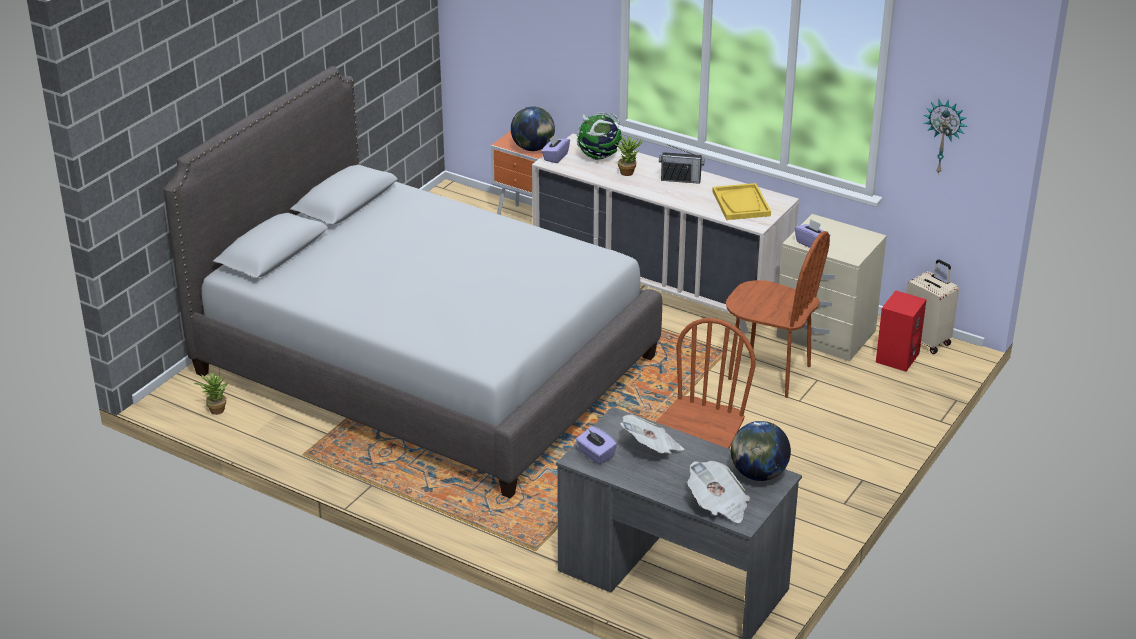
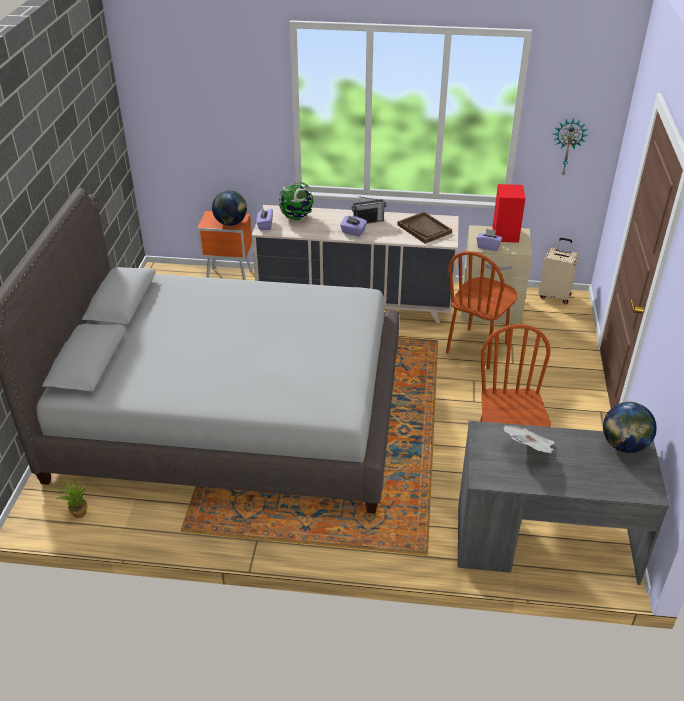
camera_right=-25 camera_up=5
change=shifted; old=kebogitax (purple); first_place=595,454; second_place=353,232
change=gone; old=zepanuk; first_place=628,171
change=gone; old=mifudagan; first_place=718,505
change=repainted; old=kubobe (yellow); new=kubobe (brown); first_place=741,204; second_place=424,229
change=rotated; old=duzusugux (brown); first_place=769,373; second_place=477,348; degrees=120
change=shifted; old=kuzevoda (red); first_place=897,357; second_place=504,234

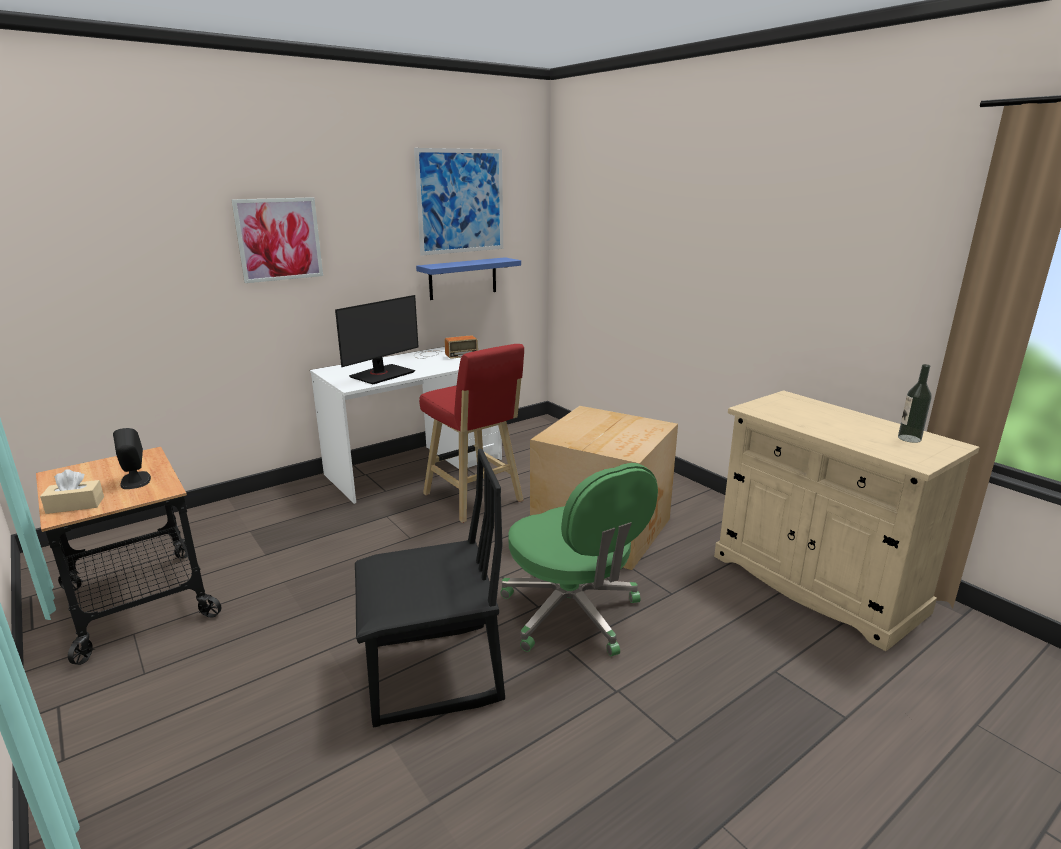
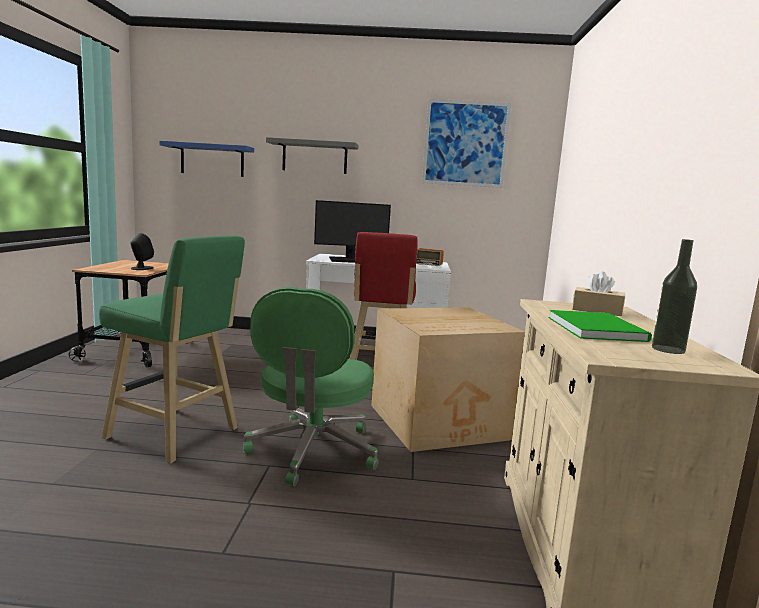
camera_right=40 camera_up=-10
change=shifted; old=kebogitax (beige); first_place=75,505; second_place=597,311
change=swapped; old=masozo; new=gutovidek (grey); first_place=279,239; second_place=314,157
change=swapped; old=duzusugux (black); new=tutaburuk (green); first_place=433,674; second_place=176,435
change=shifted; old=gutovidek (blue); first_place=463,278; second_place=212,160
change=new; new=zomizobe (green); second_place=596,328

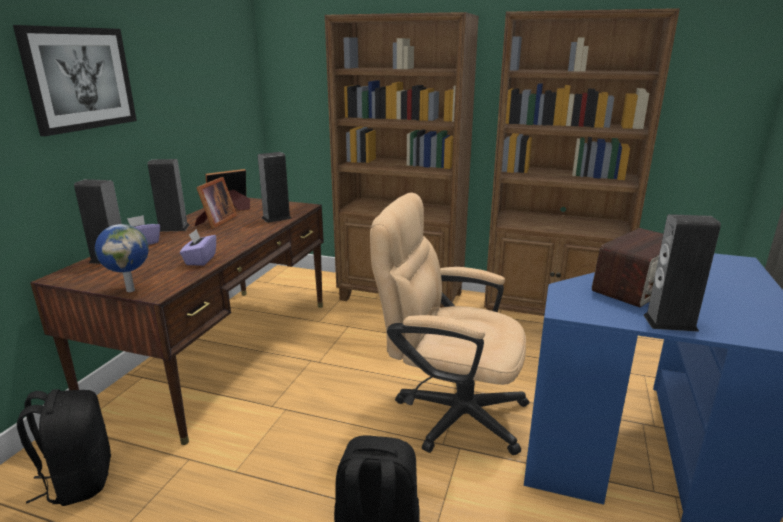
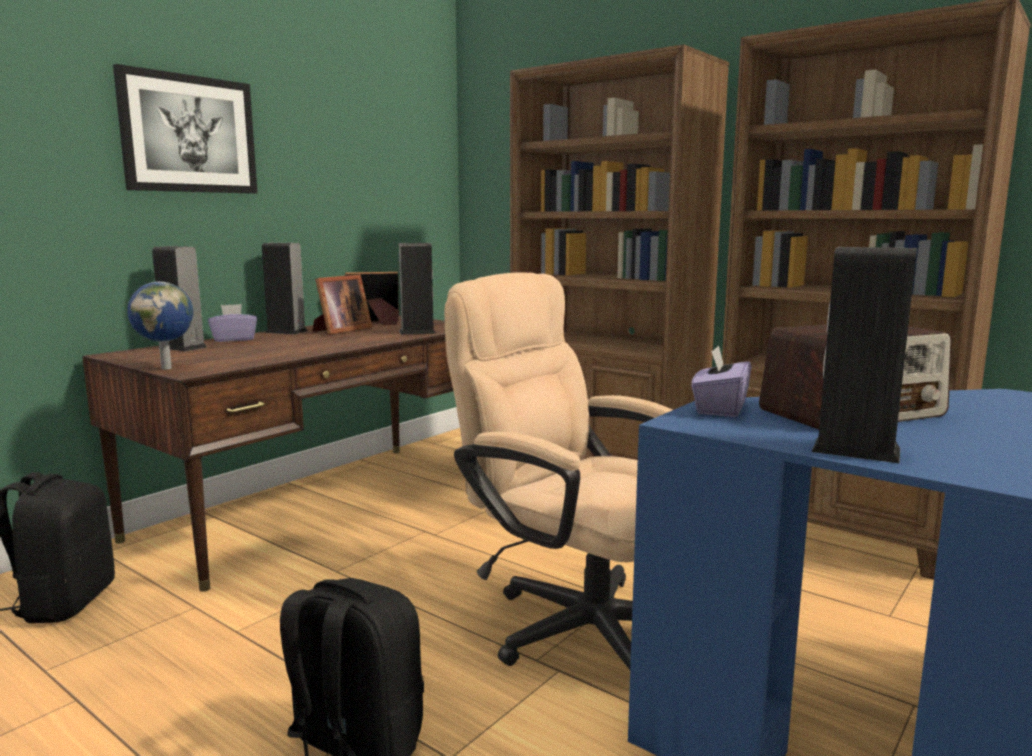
camera_right=20 camera_up=-10
change=shifted; old=kebogitax (purple); first_place=200,260; second_place=719,409

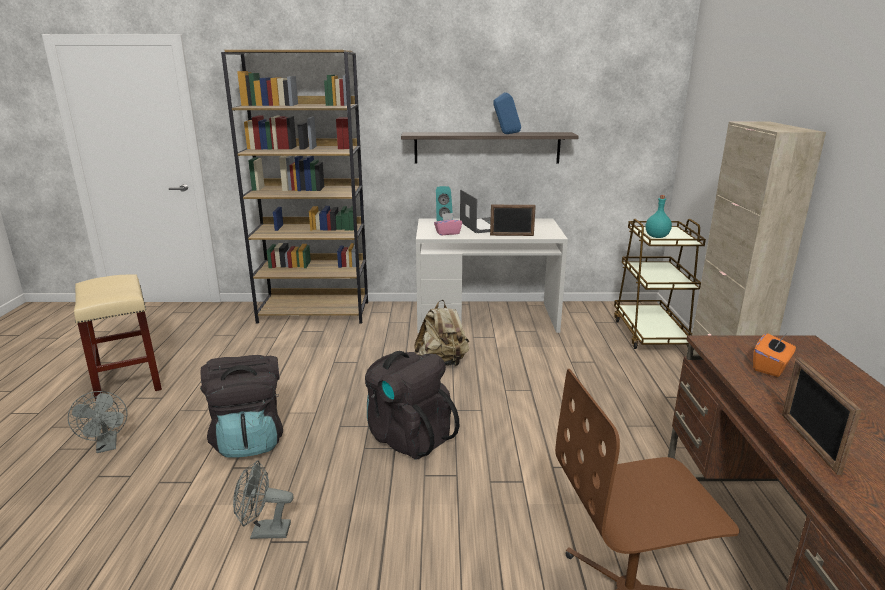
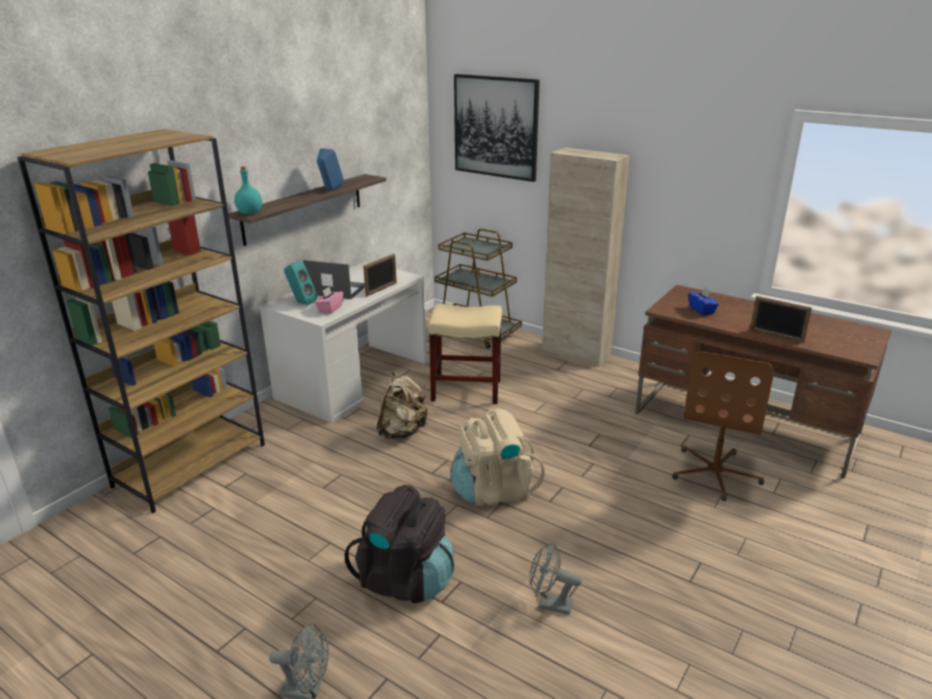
camera_right=-55 camera_up=5
change=shifted; old=tutaburuk (beige); first_place=127,380; second_place=465,391
change=rotated; old=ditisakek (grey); first_place=264,532; second_place=549,604; degrees=75
change=repainted; old=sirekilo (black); new=sirekilo (beige); first_place=408,436; second_place=493,490
change=shifted; old=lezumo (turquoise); first_place=656,236; second_place=249,213
change=repainted; old=kebogitax (orange); new=kebogitax (blue); first_place=771,367; second_place=702,310
change=new; new=masozo; second_place=496,127

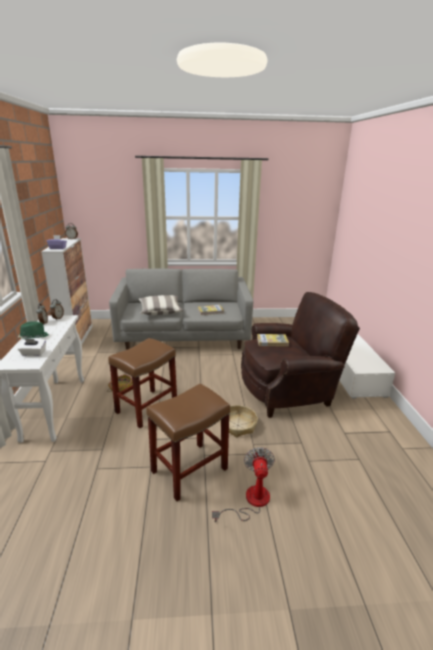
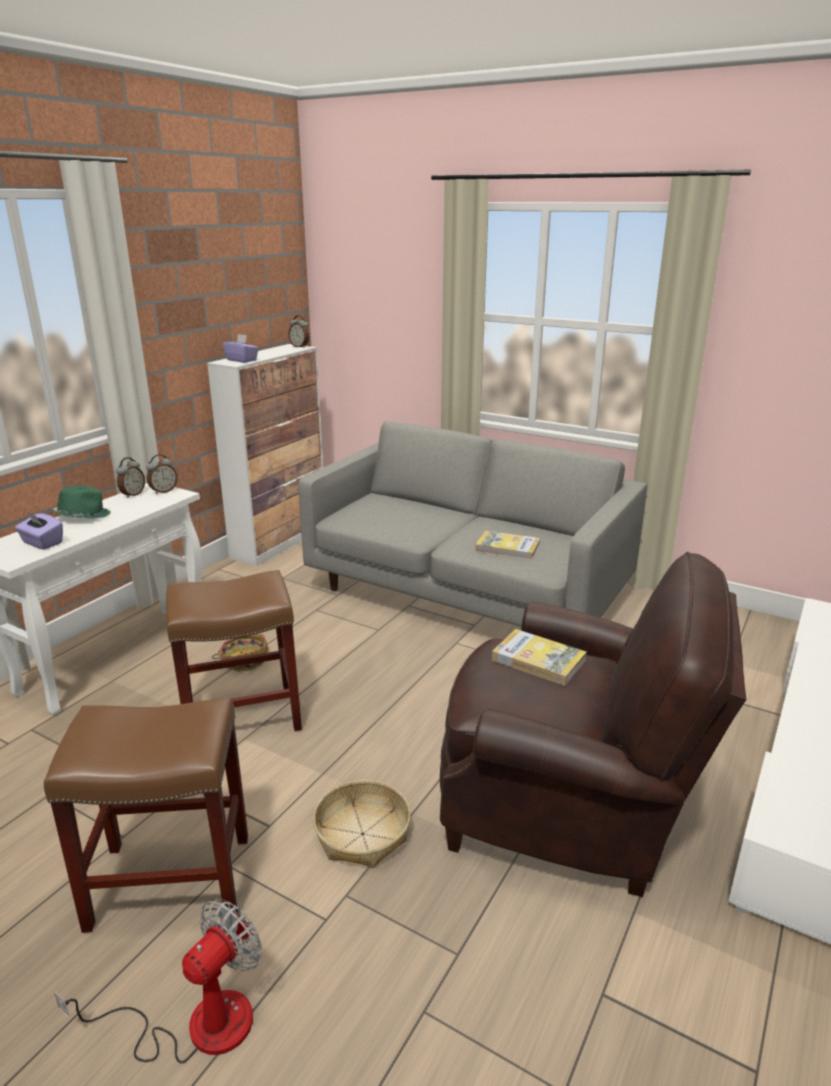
camera_right=35 camera_up=0
change=repainted; old=kebogitax (white); new=kebogitax (purple); first_place=33,353; second_place=42,543
change=gone; old=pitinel; first_place=160,311

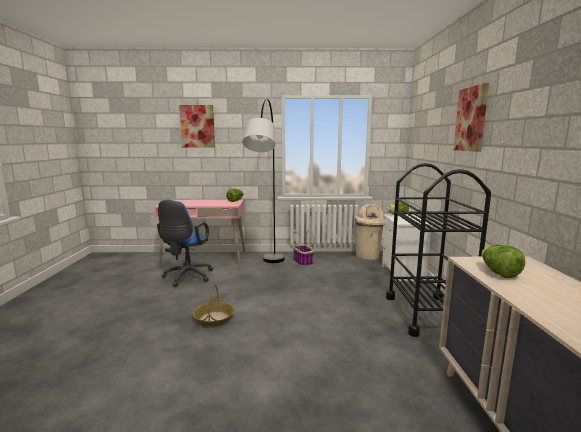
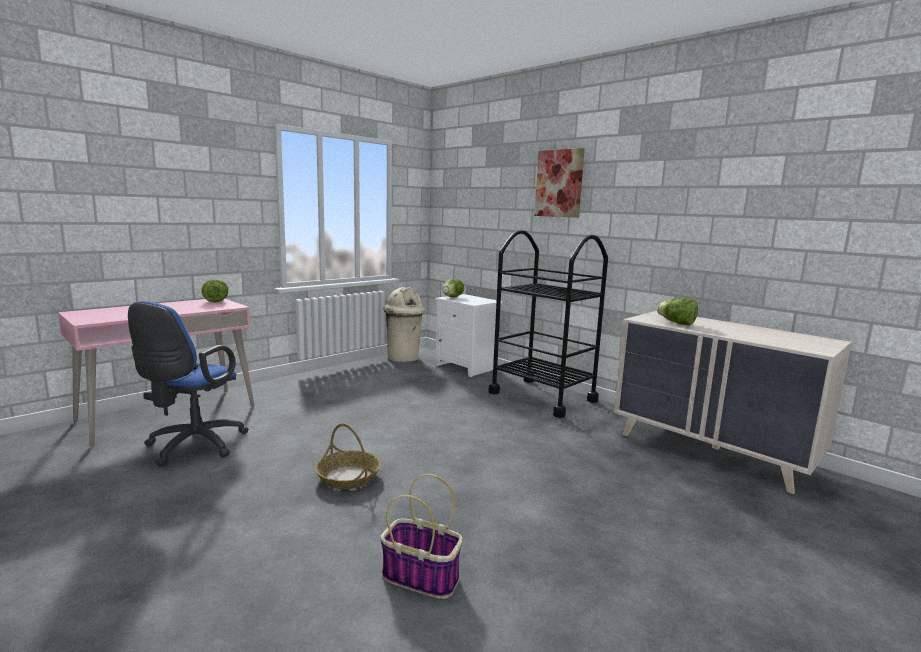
camera_right=-45 camera_up=0
change=rotated; old=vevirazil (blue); first_place=186,277; second_place=192,447; degrees=45
change=gone; old=masozo; first_place=197,126
change=gone; old=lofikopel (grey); first_place=268,275
change=shifted; old=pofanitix; first_place=303,262; second_place=422,577

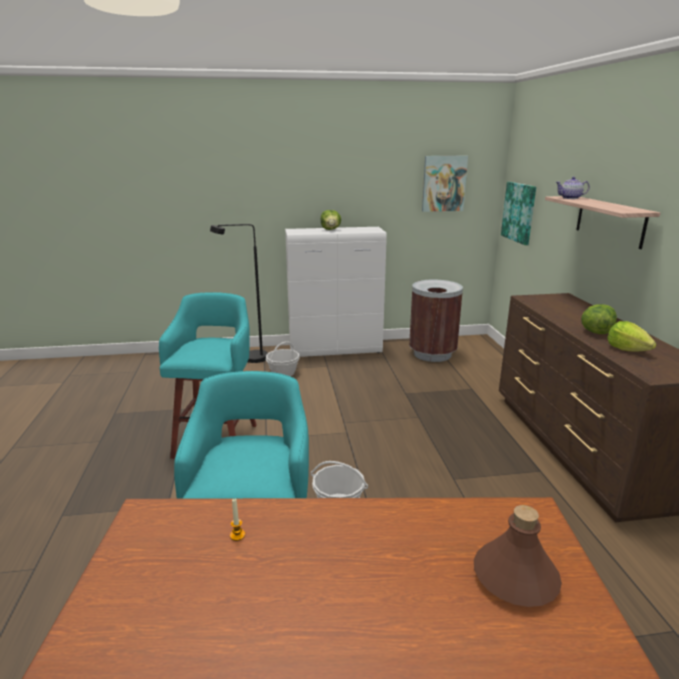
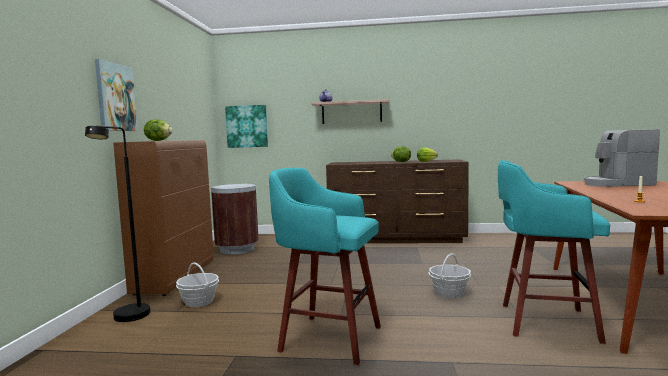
camera_right=-75 camera_up=-15
change=repainted; old=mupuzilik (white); new=mupuzilik (brown); first_place=336,350; second_place=175,277
change=shifted; old=masozo; first_place=444,183; second_place=115,97
change=swapped; old=lezumo (brown); new=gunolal; first_place=515,578; second_place=617,184

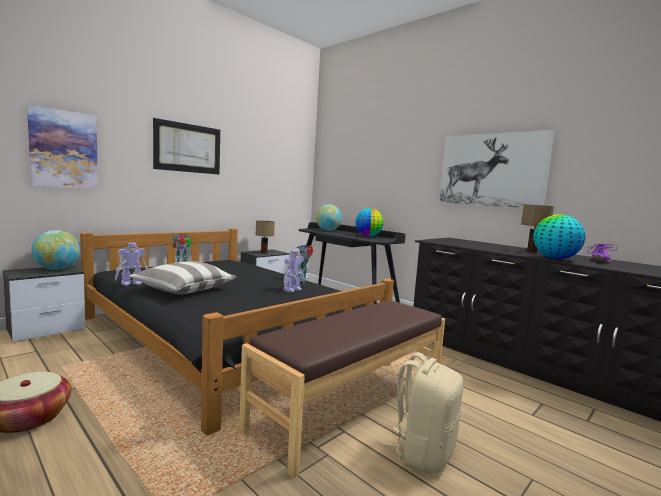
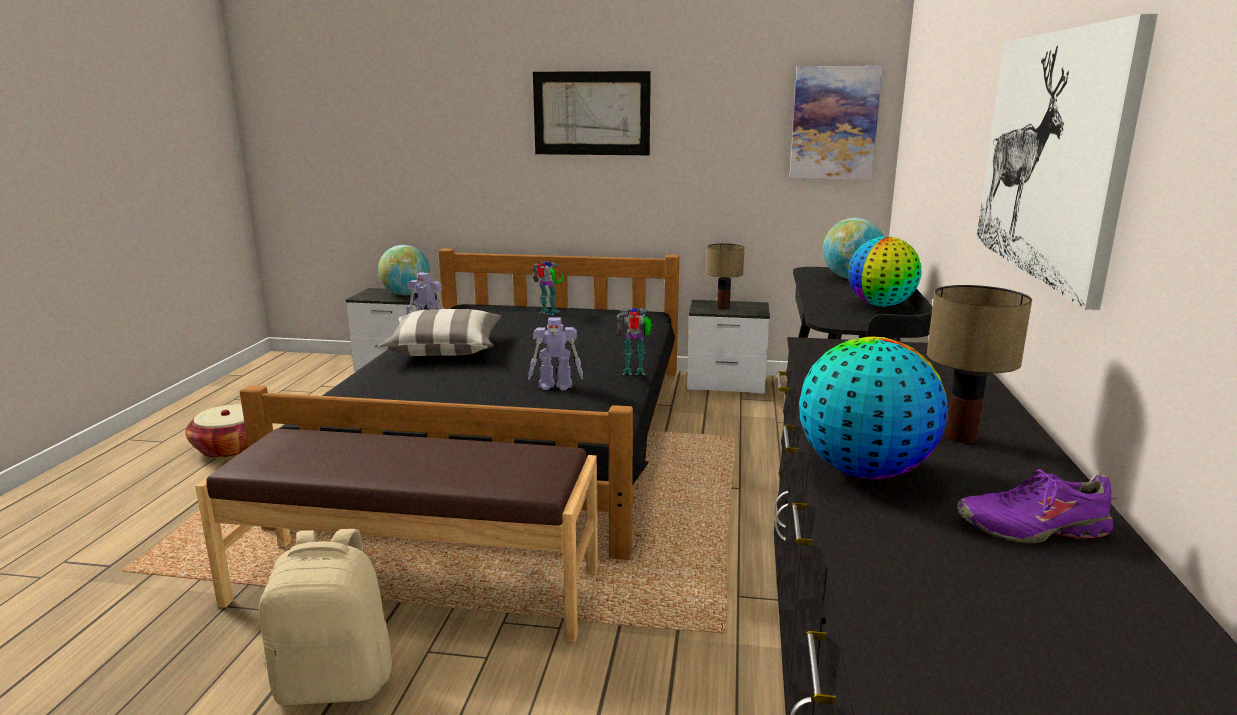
camera_right=55 camera_up=10
change=shifted; old=masozo; first_place=64,149; second_place=834,123

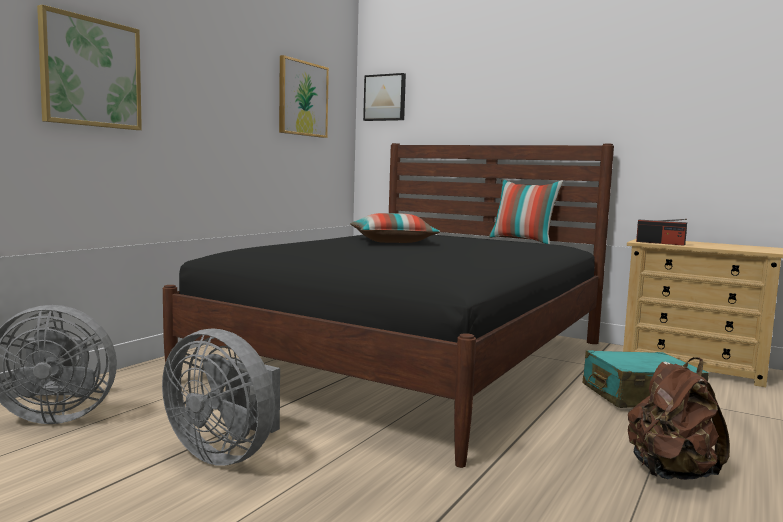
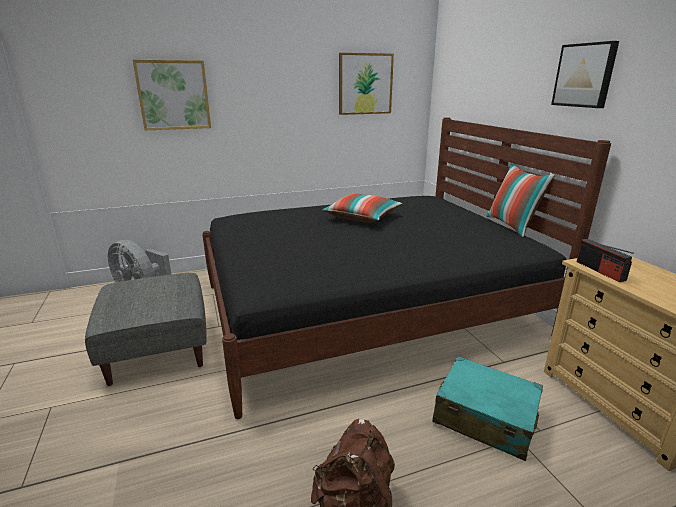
camera_right=40 camera_up=15
change=swapped; old=ditisakek (grey); new=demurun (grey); first_place=226,453; second_place=158,349
change=shifted; old=masozo; first_place=385,97; second_place=585,75

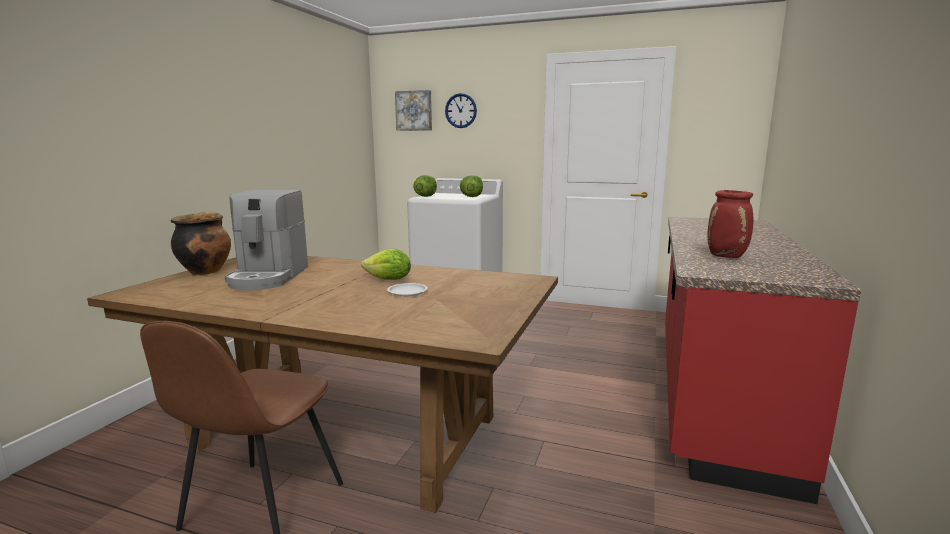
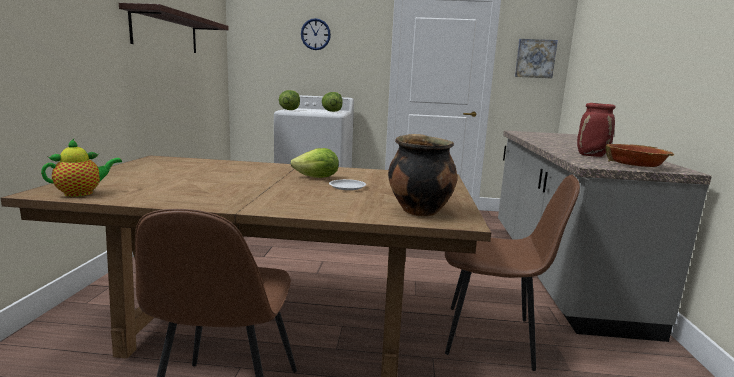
camera_right=-15 camera_up=0
change=shifted; old=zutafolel; first_place=205,271; second_place=418,210
change=gone; old=gunolal; first_place=268,277
change=shifted; old=masozo; first_place=414,111; second_place=535,58
change=repainted; old=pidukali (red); new=pidukali (grey); first_place=714,395; second_place=557,270
change=new; new=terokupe; second_place=82,193
change=new; new=gutovidek; second_place=166,32
change=new; new=duzusugux (brown); second_place=492,337
change=new; new=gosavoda; second_place=635,166

